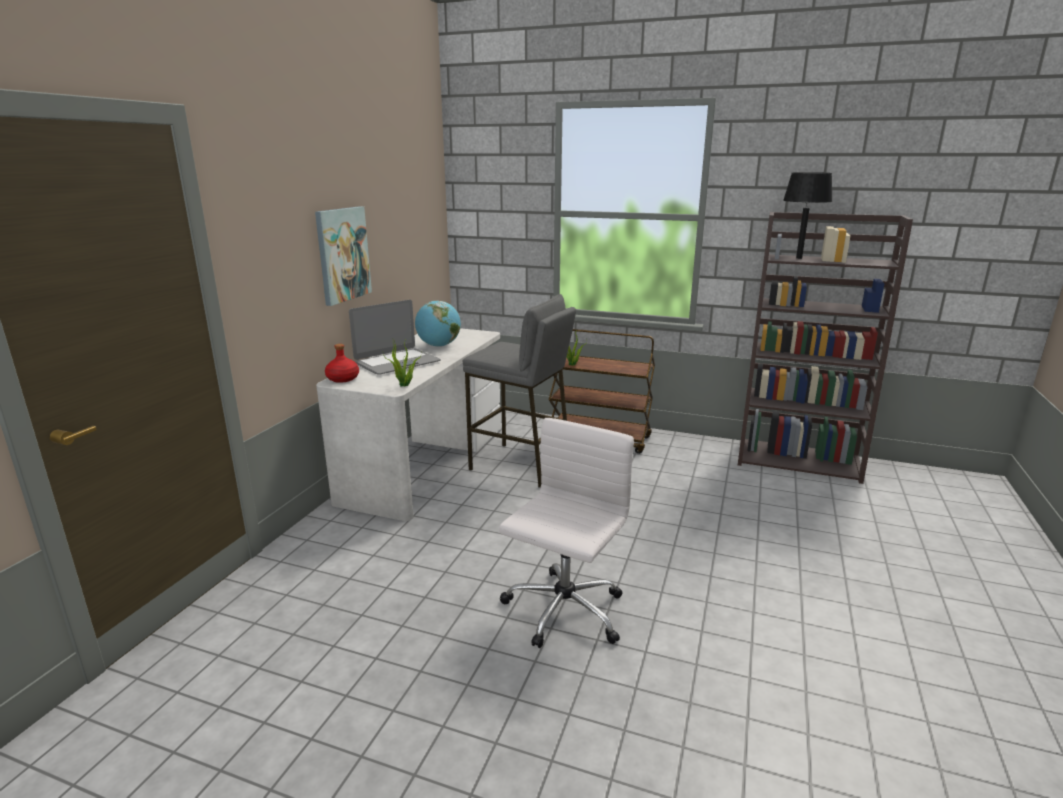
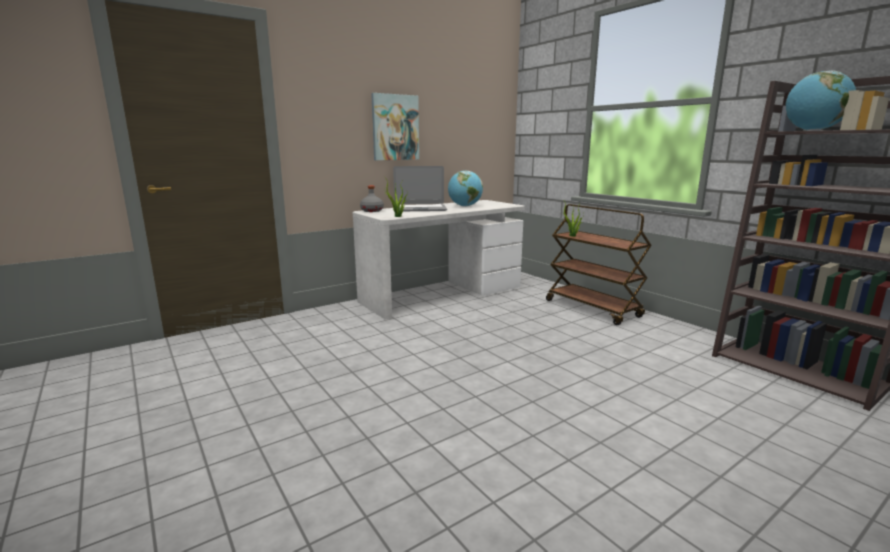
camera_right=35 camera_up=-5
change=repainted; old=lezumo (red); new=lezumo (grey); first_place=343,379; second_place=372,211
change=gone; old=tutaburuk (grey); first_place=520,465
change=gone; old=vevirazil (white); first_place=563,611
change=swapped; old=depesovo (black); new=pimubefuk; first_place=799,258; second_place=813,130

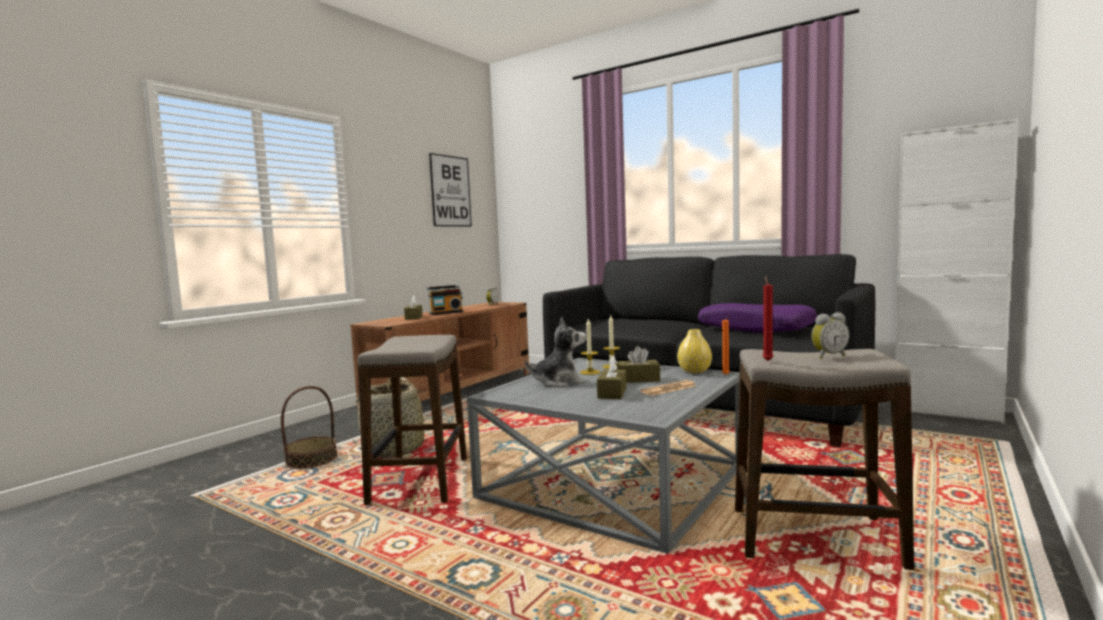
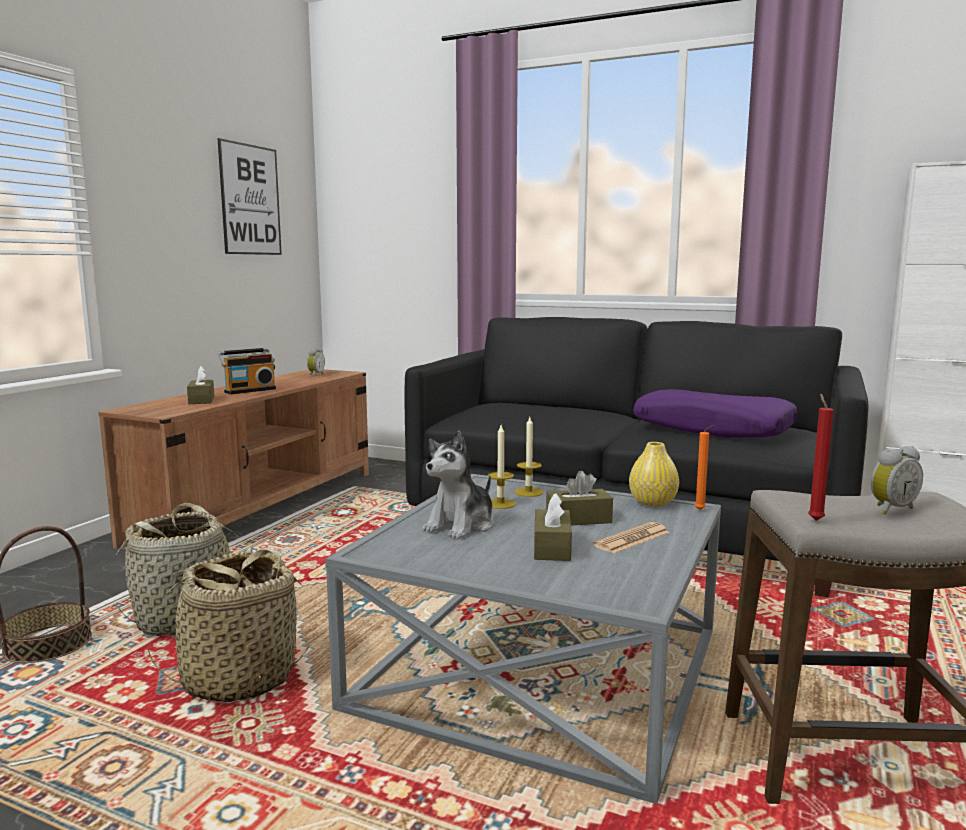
camera_right=-10 camera_up=5
change=swapped; old=tutaburuk; new=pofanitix; first_place=419,480; second_place=238,678
change=rotated; old=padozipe; first_place=559,382; second_place=461,525; degrees=150

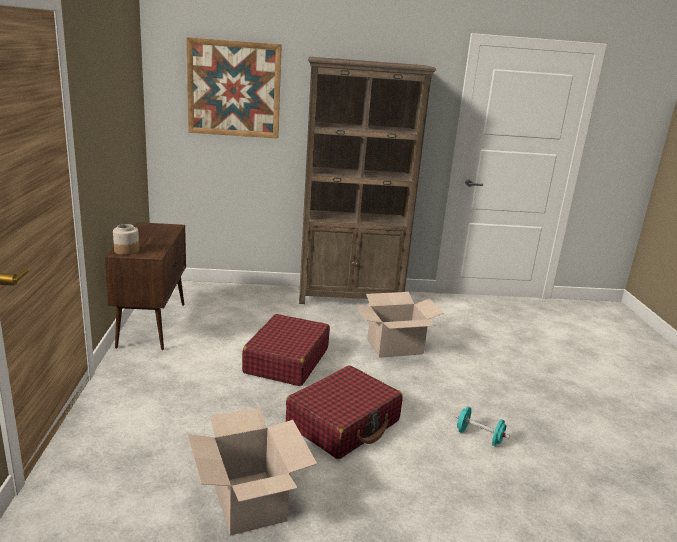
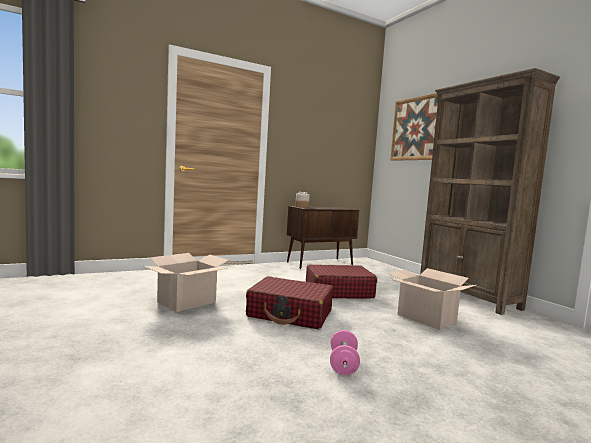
camera_right=65 camera_up=-15
change=repainted; old=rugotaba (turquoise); new=rugotaba (pink); first_place=479,437; second_place=343,364

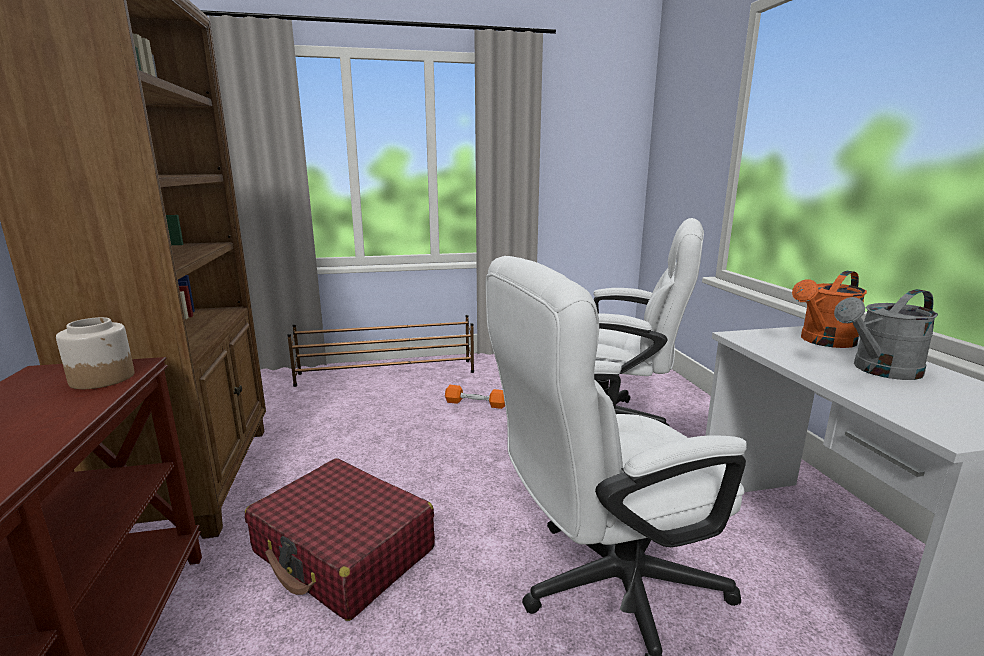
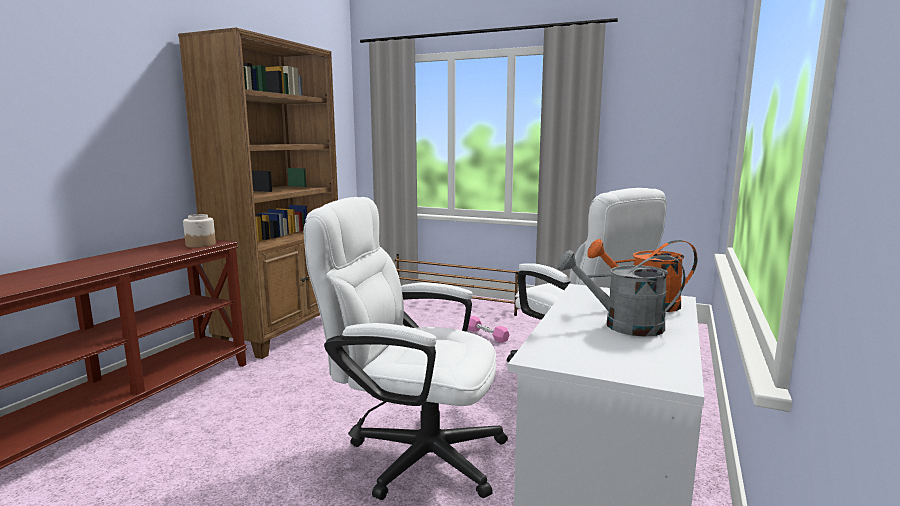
camera_right=35 camera_up=-5
change=gone; old=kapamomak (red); first_place=344,551
change=repainted; old=rugotaba (orange); new=rugotaba (pink); first_place=475,403; second_place=486,335

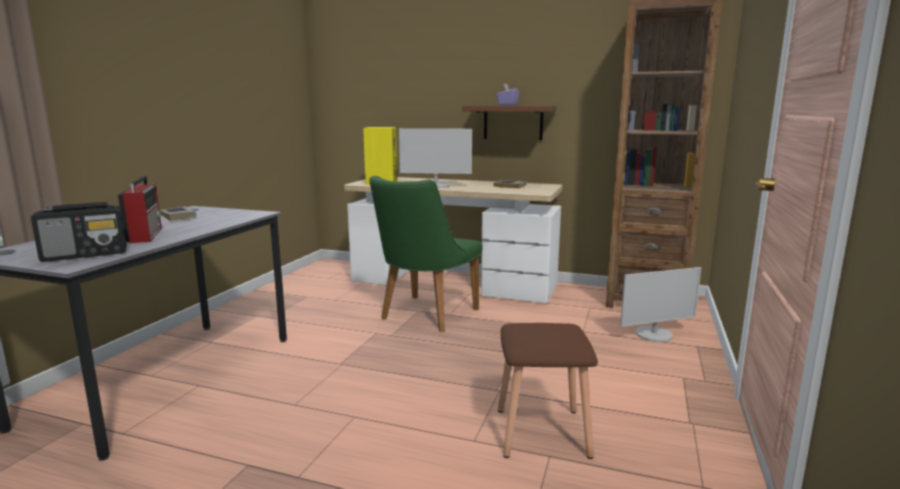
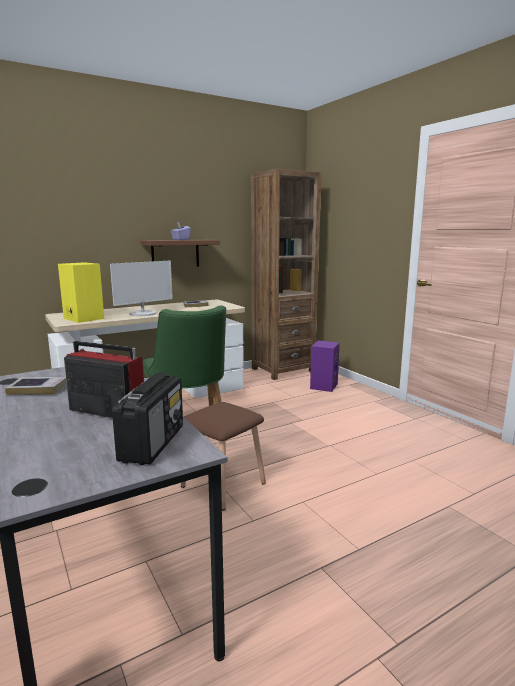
camera_right=-50 camera_up=0
change=shifted; old=tutaburuk (brown); first_place=543,433; second_place=224,485
change=swapped; old=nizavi; new=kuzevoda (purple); first_place=654,334; second_place=323,386

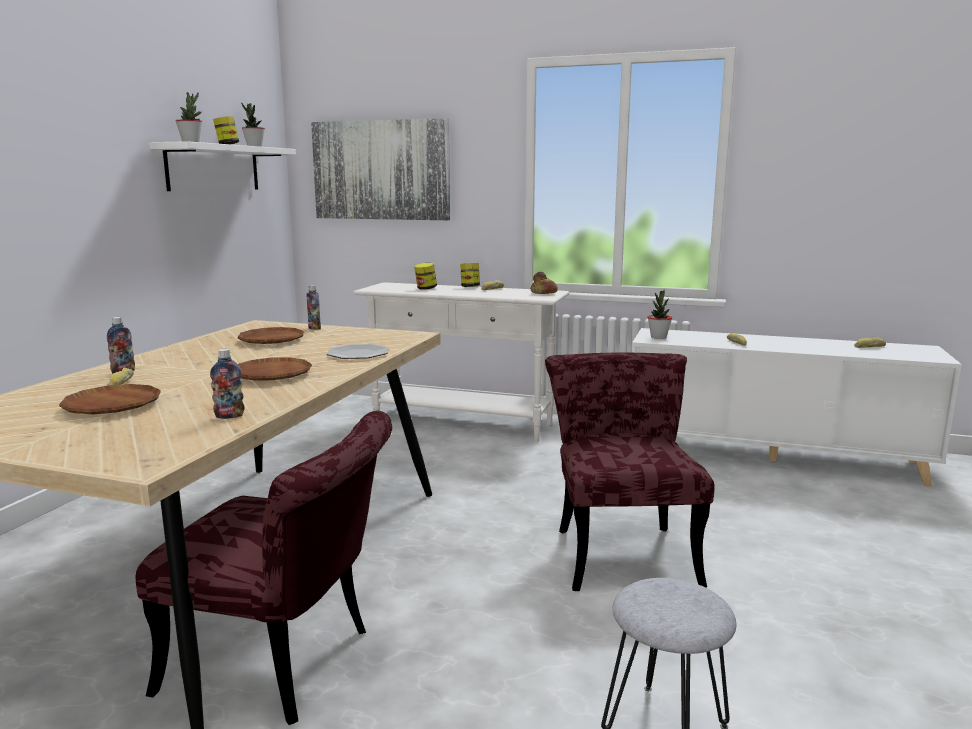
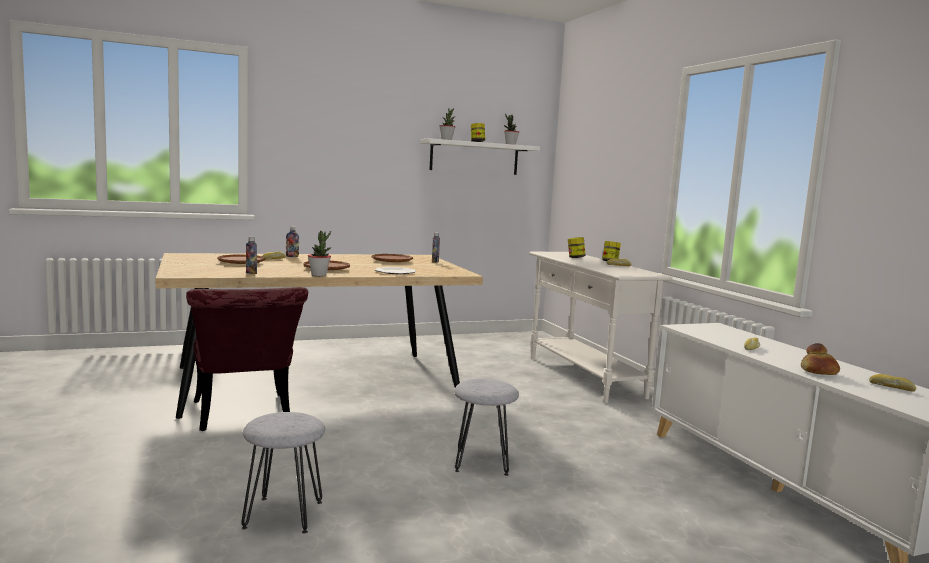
camera_right=50 camera_up=-5
change=gone; old=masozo; first_place=381,170
change=shifted; old=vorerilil; first_place=543,293; second_place=818,372
change=swapped; old=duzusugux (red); new=tutaburuk (grey); first_place=621,548; second_place=482,462
change=shifted; old=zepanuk; first_place=658,337; second_place=319,275

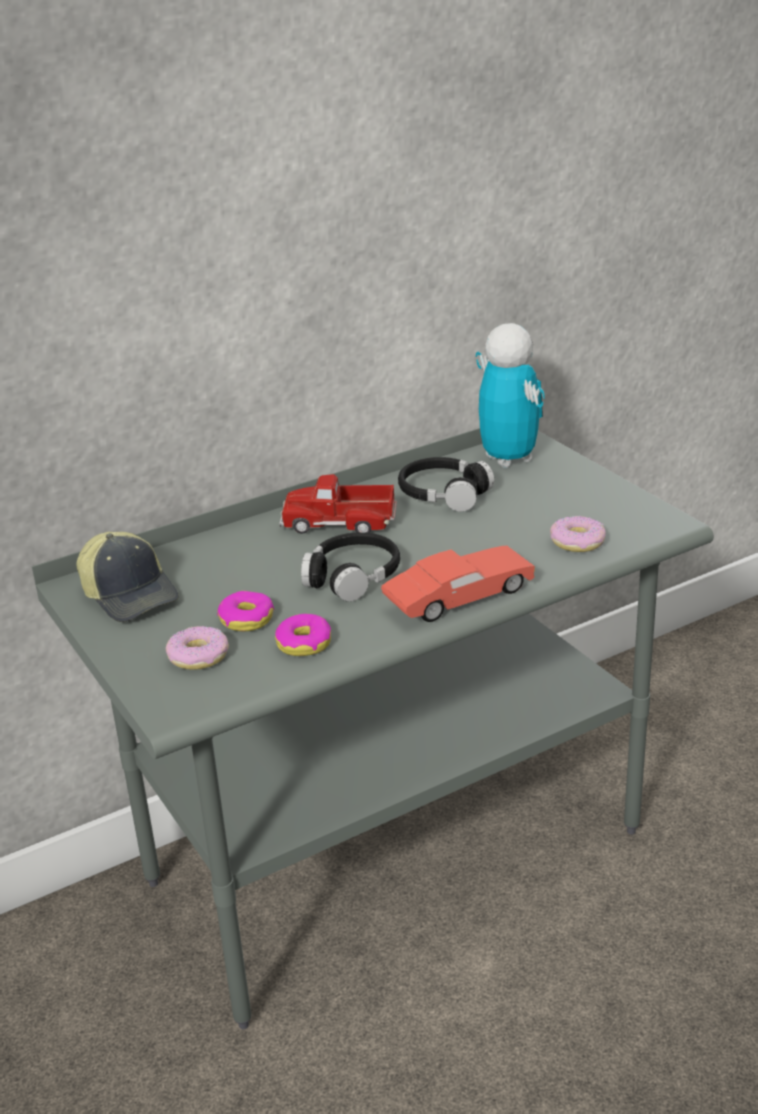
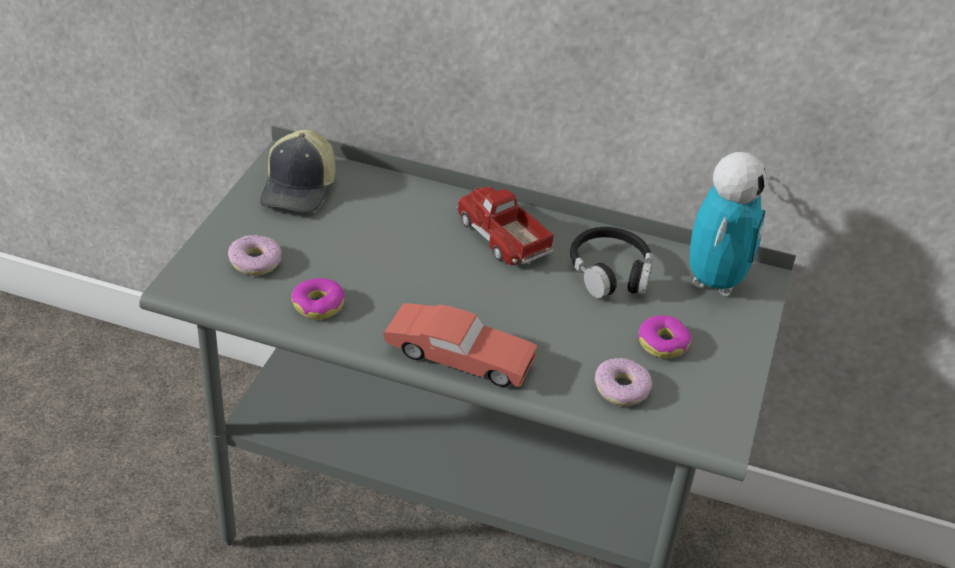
camera_right=45 camera_up=10
change=shifted; old=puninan; first_place=246,619; second_place=663,343
change=gone; old=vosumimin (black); first_place=352,577

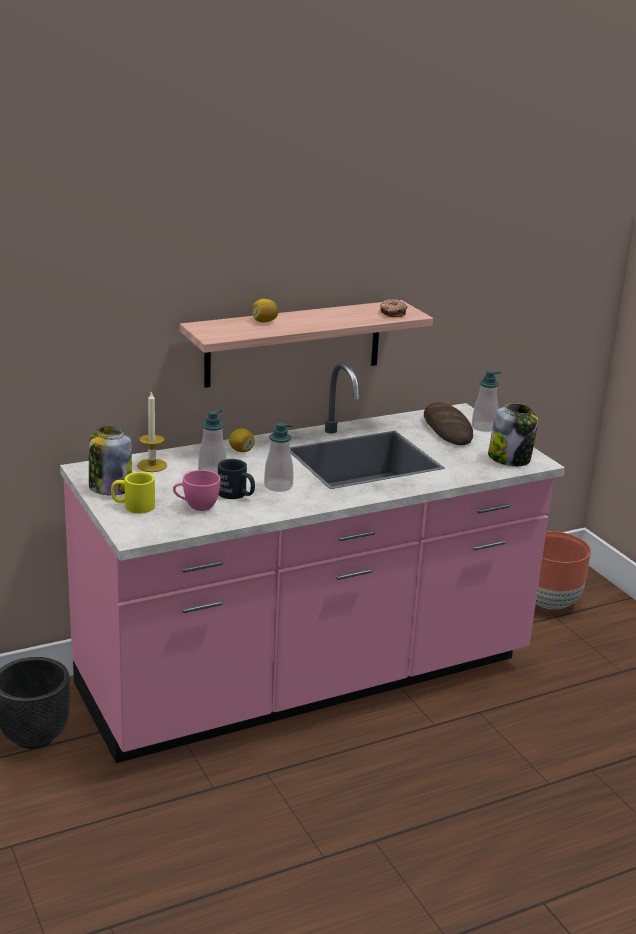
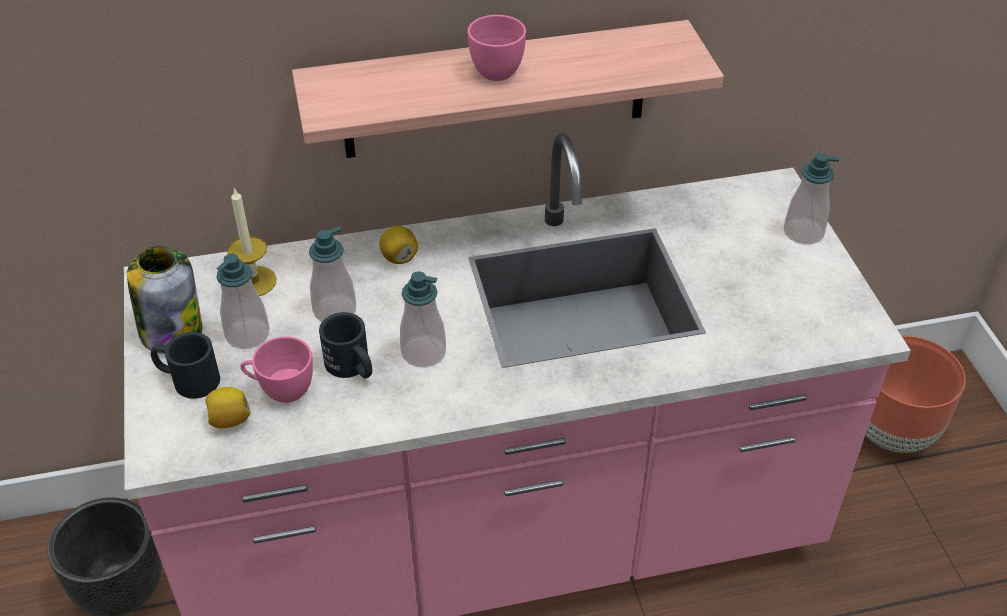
camera_right=15 camera_up=20
change=repainted; old=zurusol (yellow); new=zurusol (black); first_place=133,506; second_place=187,379
change=shifted; old=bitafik; first_place=264,321; second_place=229,420
change=gone; old=puninan; first_place=392,313
change=gone; old=vorerilil; first_place=447,429
change=gone; old=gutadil; first_place=510,459
change=new; new=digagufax; second_place=247,334
change=new; new=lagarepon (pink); second_place=495,68

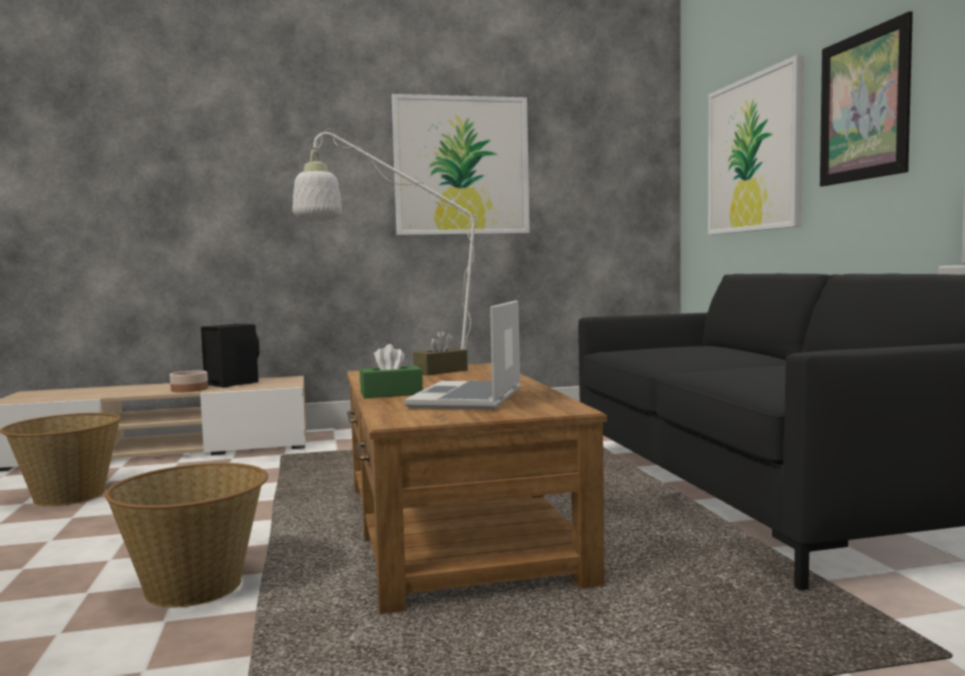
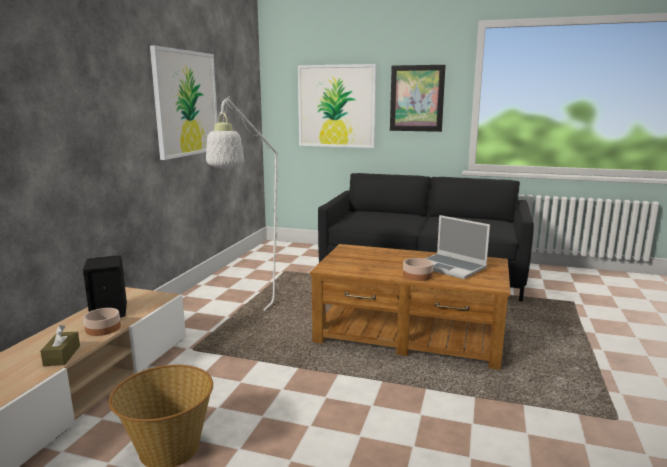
camera_right=-60 camera_up=10
change=gone; old=pofanitix; first_place=195,586
change=swapped; old=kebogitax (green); new=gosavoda; first_place=391,394; second_place=417,276
change=shifted; old=kebogitax (brown); first_place=440,371; second_place=62,356

